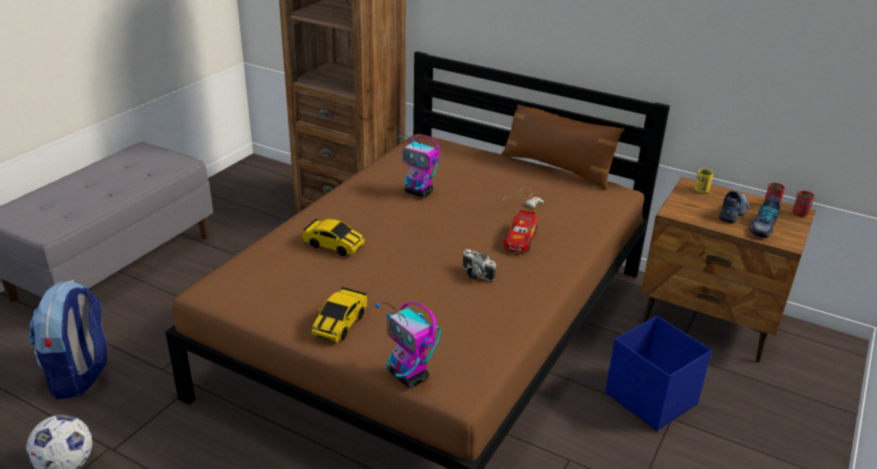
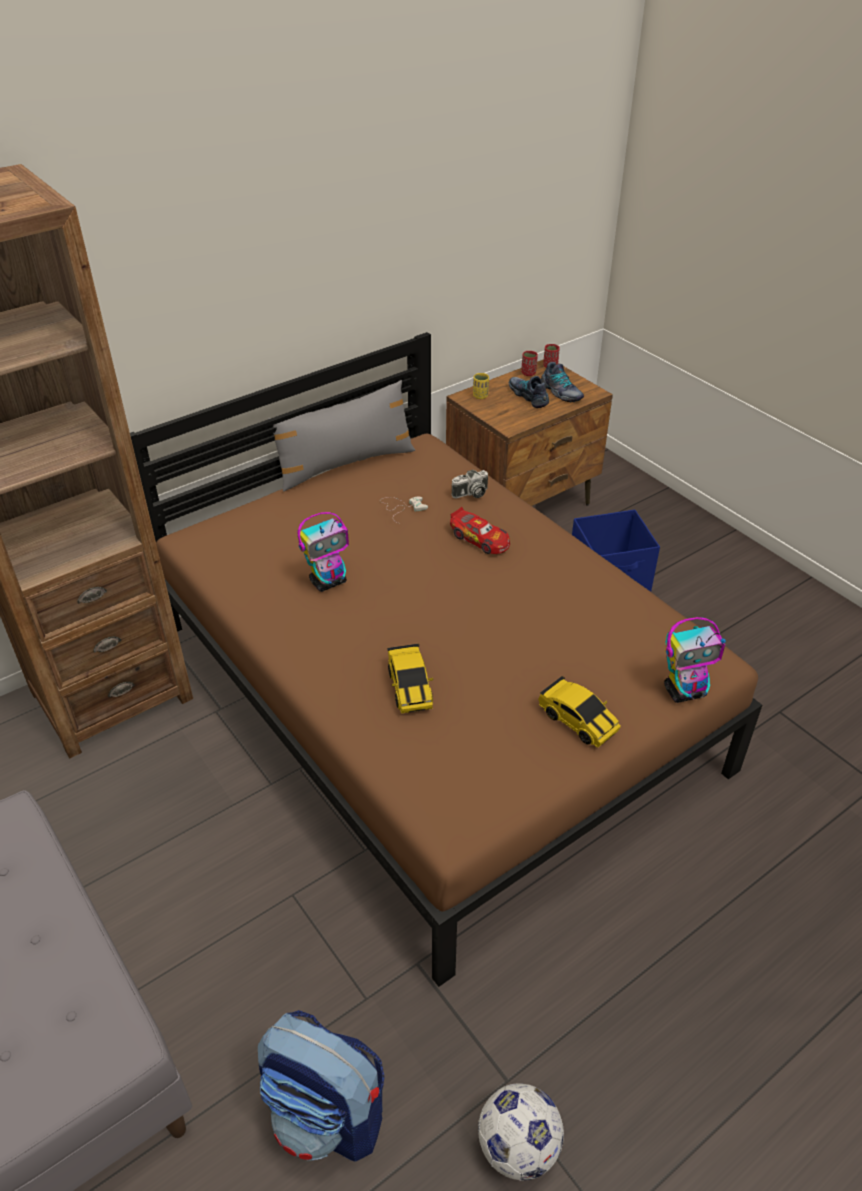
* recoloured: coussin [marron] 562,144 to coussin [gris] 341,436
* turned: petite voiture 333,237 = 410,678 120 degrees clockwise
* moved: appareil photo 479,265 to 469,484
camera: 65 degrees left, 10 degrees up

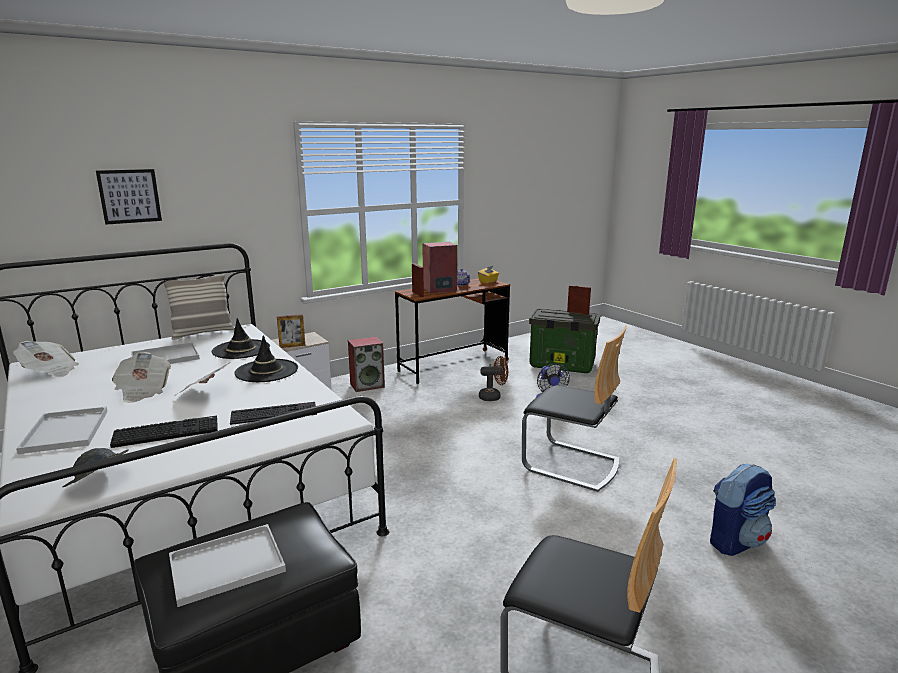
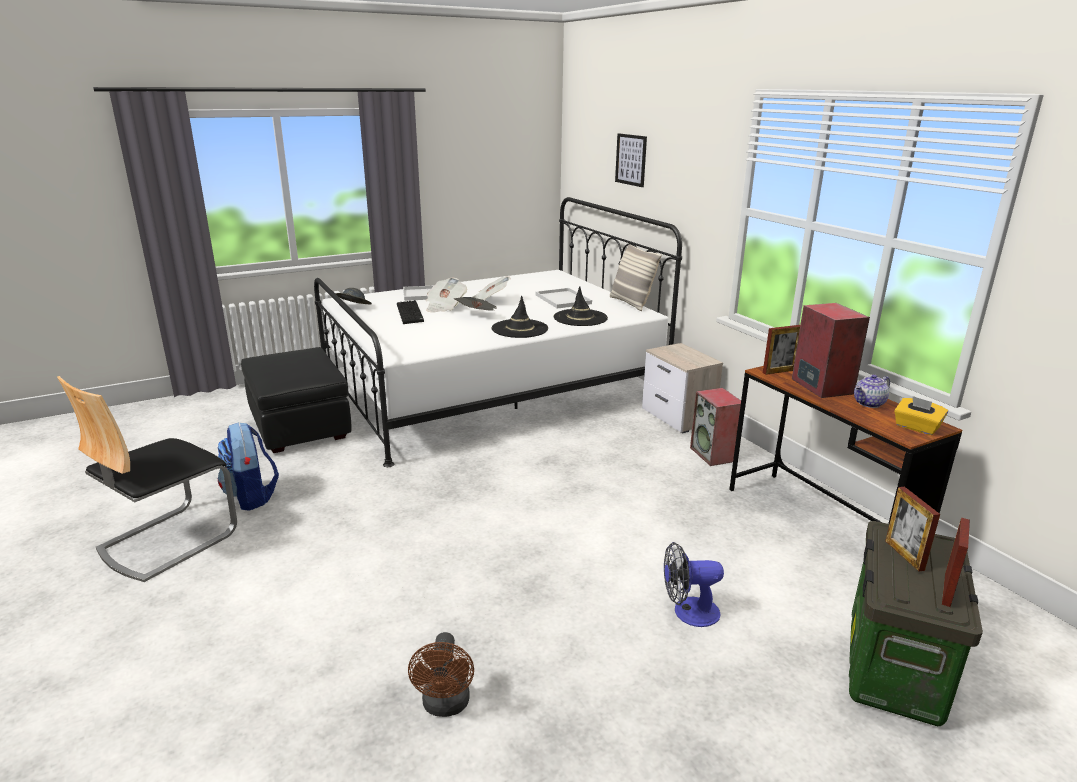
* moved: sac à dos 743,510 to 248,466
* moved: ventilateur [marron] 493,378 to 441,674
* moved: journal 46,359 to 446,295
* moved: cadre photo 291,331 to 912,528
* removed: plateau [blanc] 227,565
* removed: clavier 273,413
* removed: chaise 574,408
camera: 95 degrees right, 5 degrees up

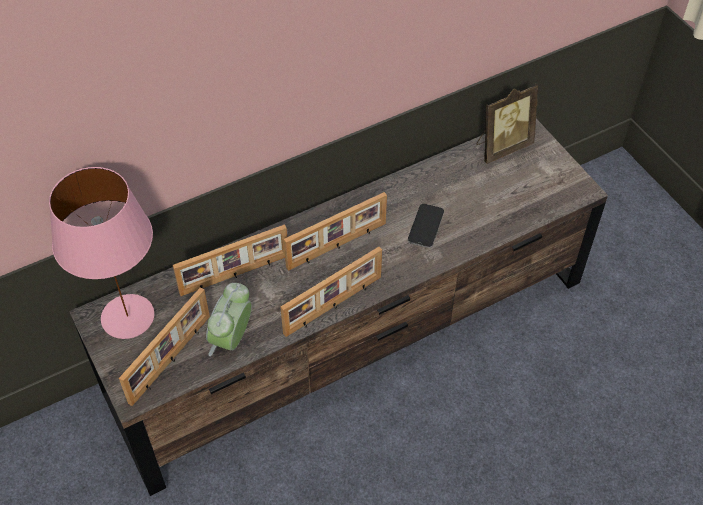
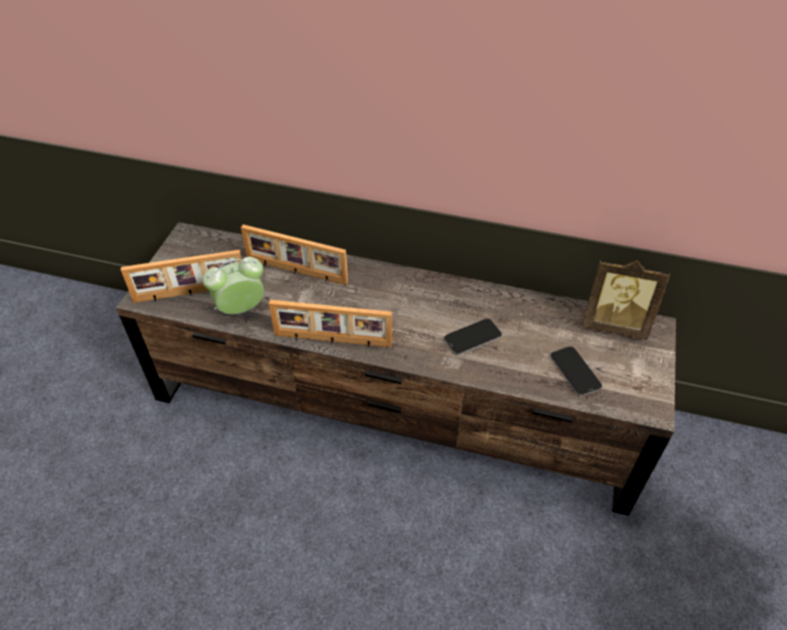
* added: téléphone 576,371
* removed: lampe de table [rose] 101,253
* removed: cadre photo 335,231
camera: 45 degrees right, 5 degrees down

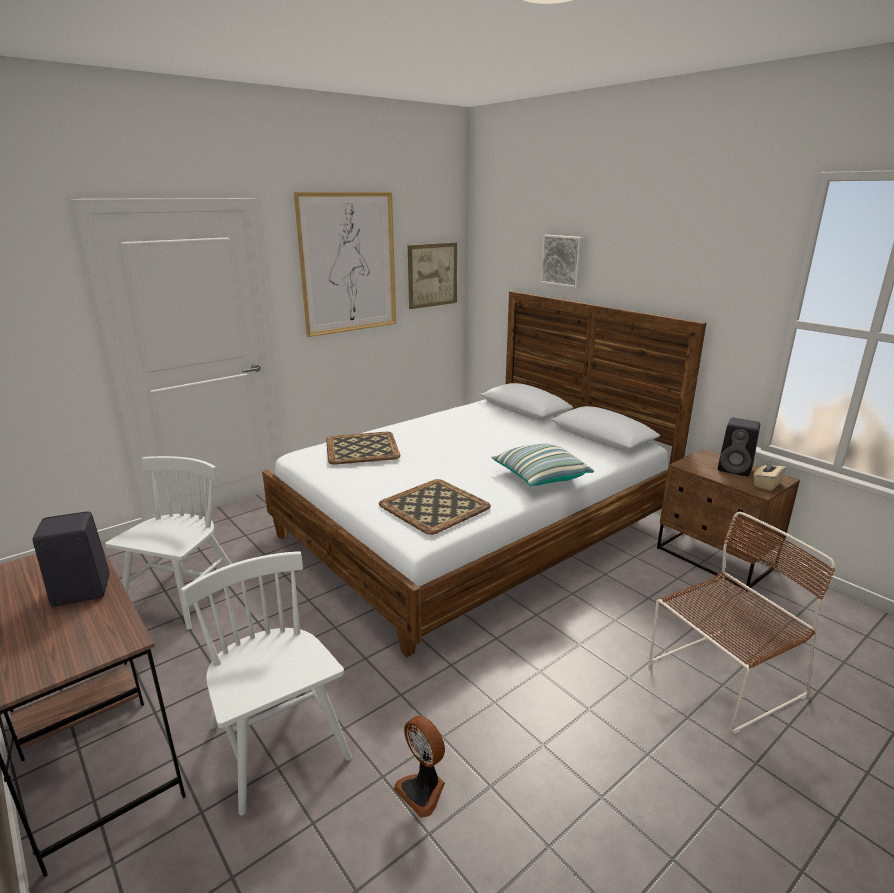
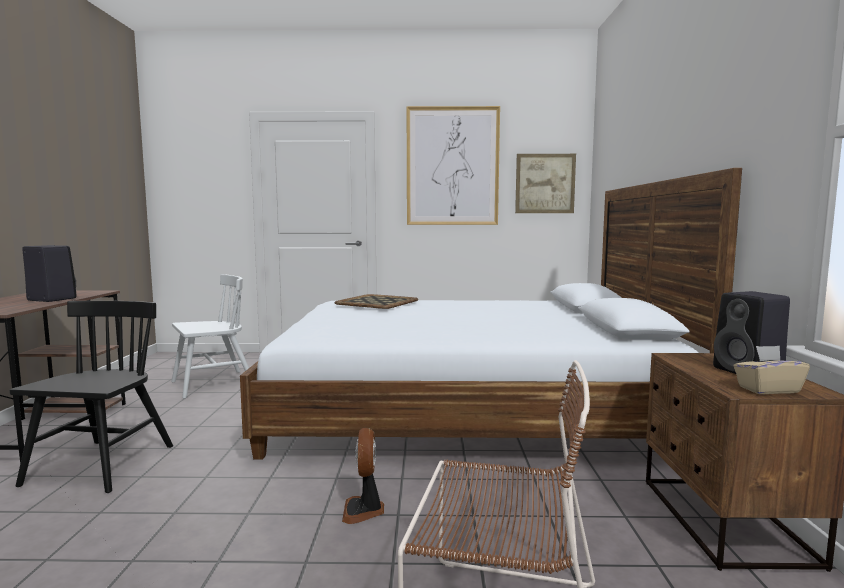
* recoloured: chaise [blanc] 266,683 to chaise [noir] 91,397
* moved: ventilateur 419,767 to 363,476
* removed: plateau 435,507
* removed: coussin 542,464
* removed: tableau 562,261
camera: 40 degrees right, 15 degrees down

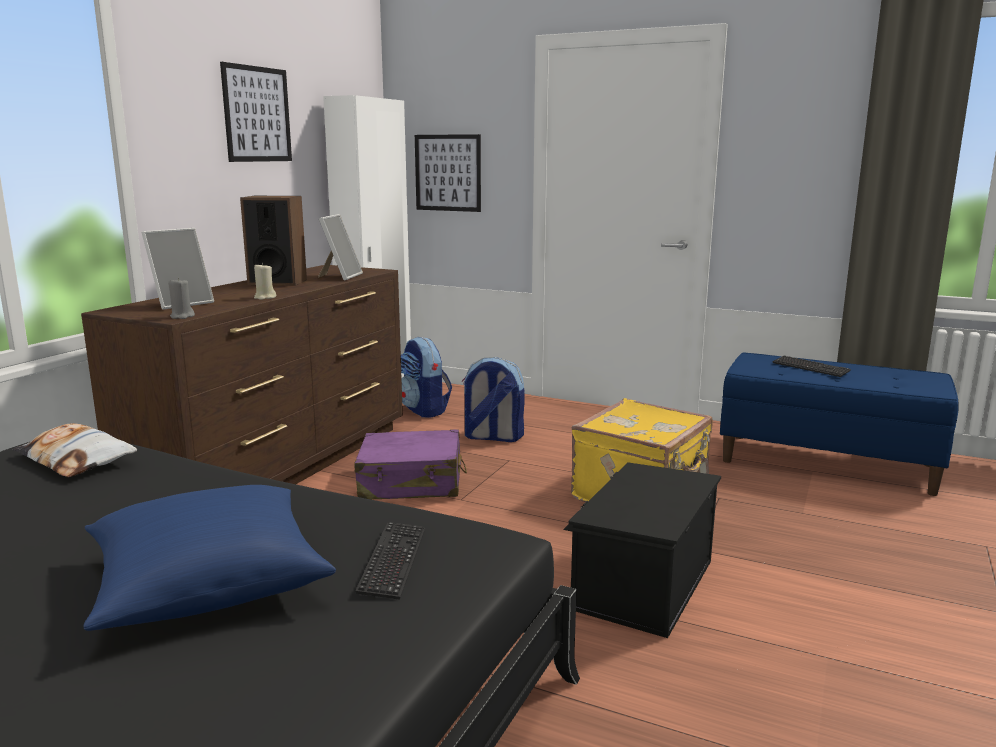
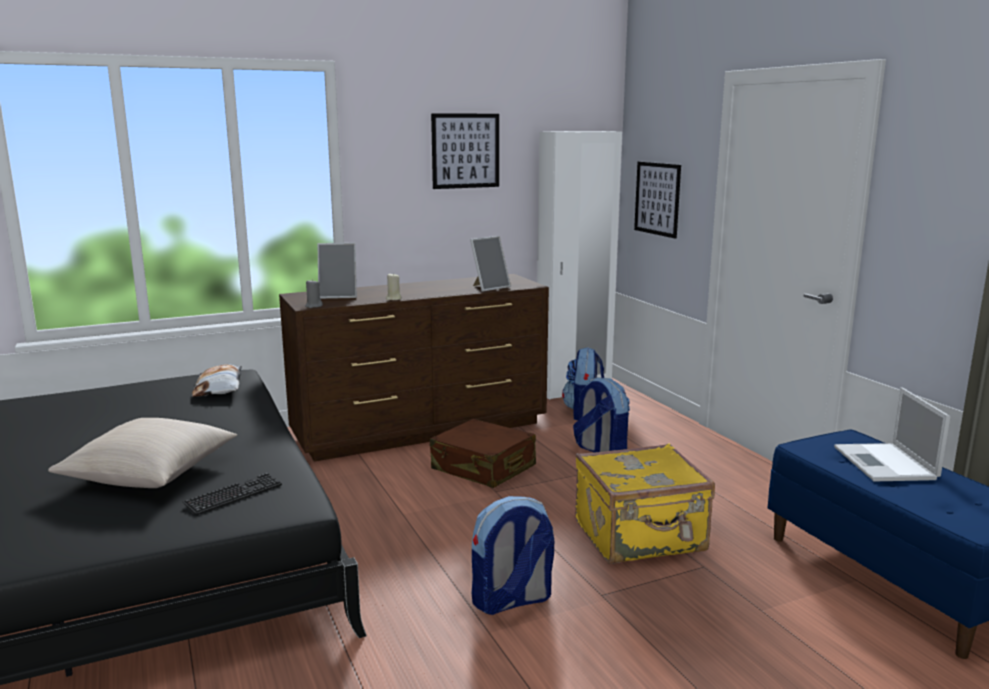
* recoloured: coussin [bleu] 209,558 to coussin [beige] 142,453
* recoloured: valise [violet] 411,464 to valise [marron] 483,453
* replaced: boîte de rangement [noir] 642,550 to sac à dos 513,555
* replaced: clavier 811,366 to ordinateur portable 892,434
* removed: enceinte 273,241
camera: 40 degrees right, 0 degrees up

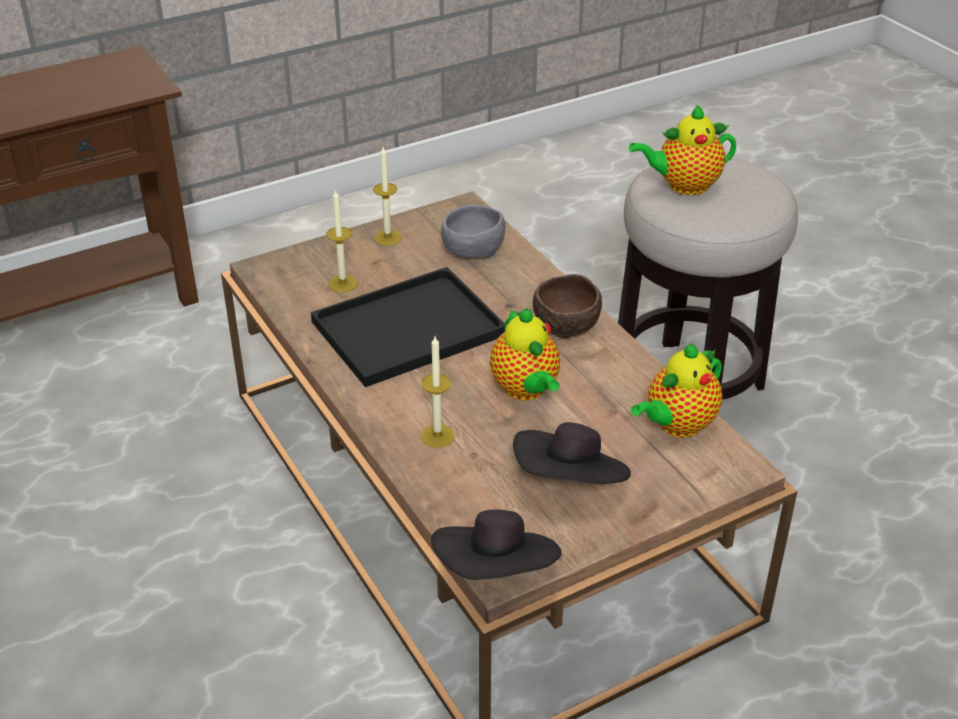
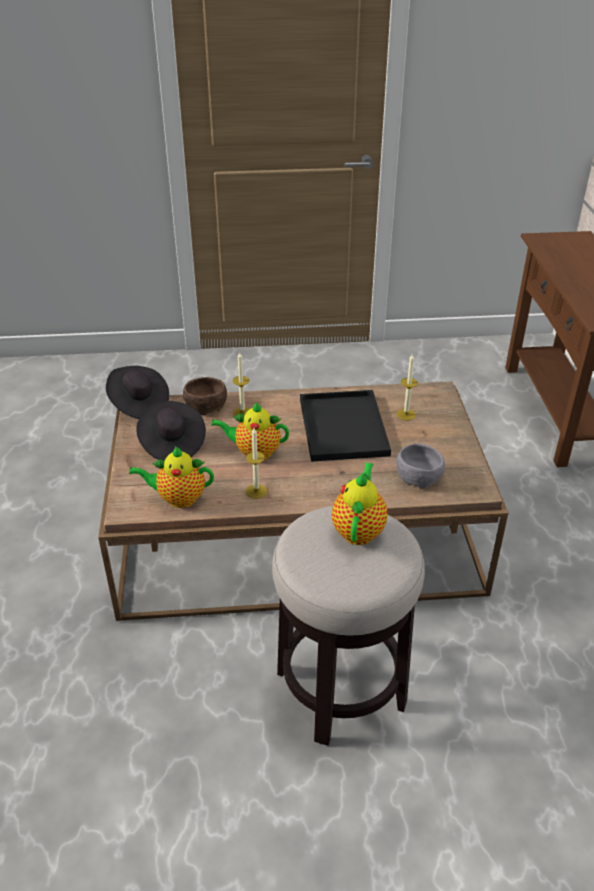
* turned: théière 677,390 = 171,477 75 degrees counterclockwise
* moved: bol [marron] 567,306 to 205,396
* moved: bougie 387,196 to 256,463
camera: 115 degrees right, 0 degrees up

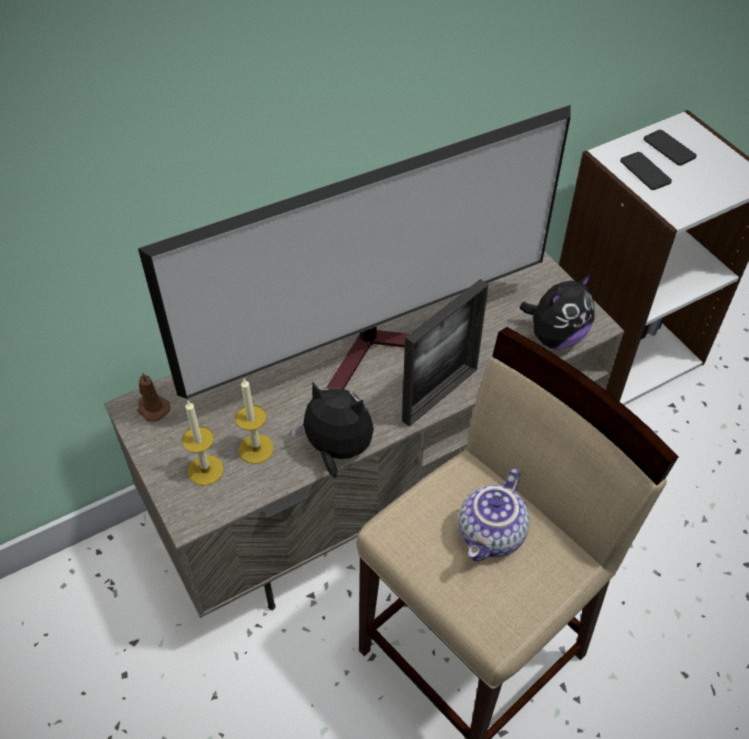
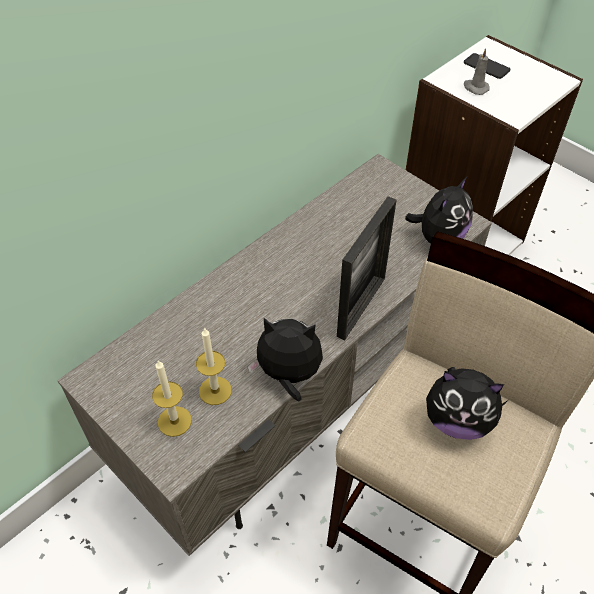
* replaced: théière 494,515 to peluche 467,403
* replaced: téléphone 646,171 to bougie [gris] 477,71
* removed: bougie [marron] 153,396
* removed: téléviseur 354,252
camera: 15 degrees left, 0 degrees up

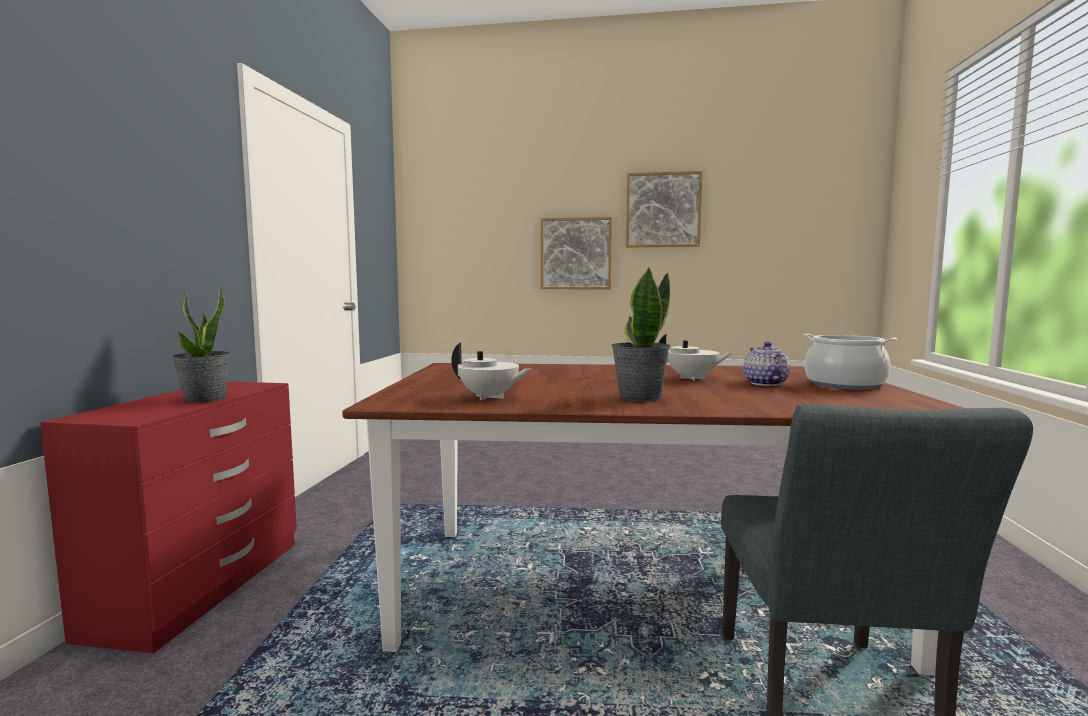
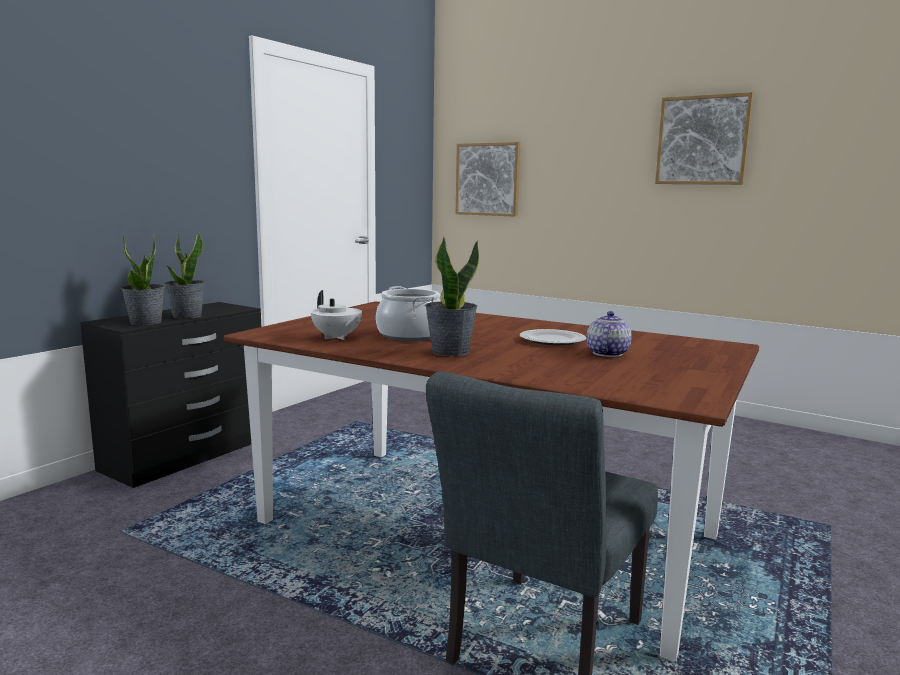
* recoloured: commode [rouge] 168,517 to commode [noir] 170,395
* added: plante en pot 143,279
* moved: marmite 850,362 to 408,313
* moved: tableau 576,253 to 488,179
* replaced: théière [blanc] 696,357 to assiette 553,337
camera: 25 degrees right, 5 degrees up

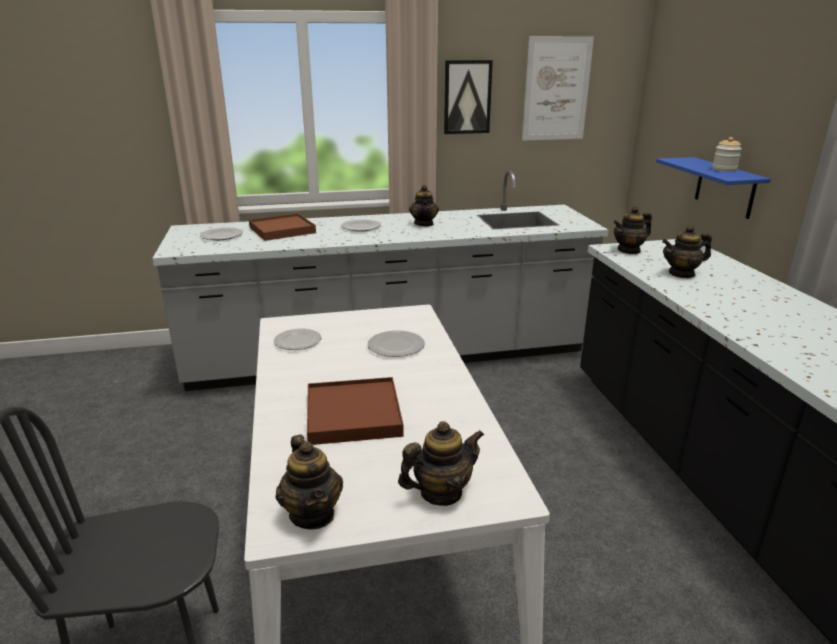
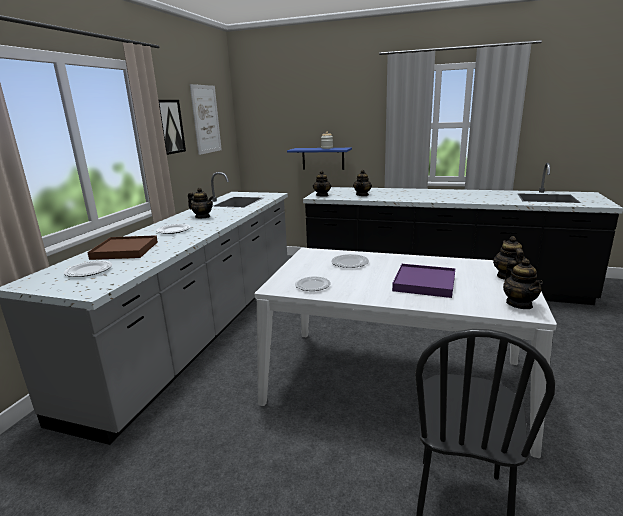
* recoloured: plateau [marron] 355,411 to plateau [violet] 423,281
* turned: théière 309,482 = 523,283 75 degrees clockwise
camera: 60 degrees left, 5 degrees down

